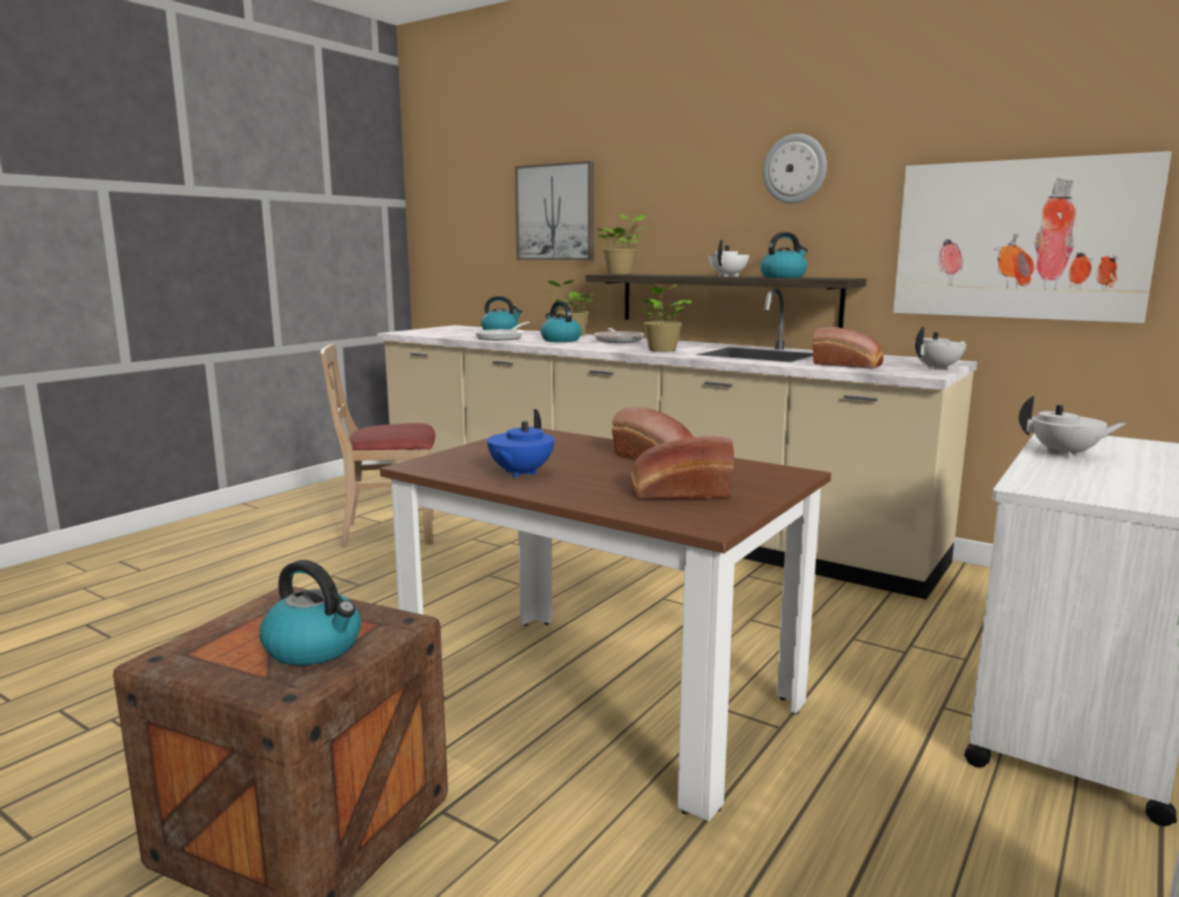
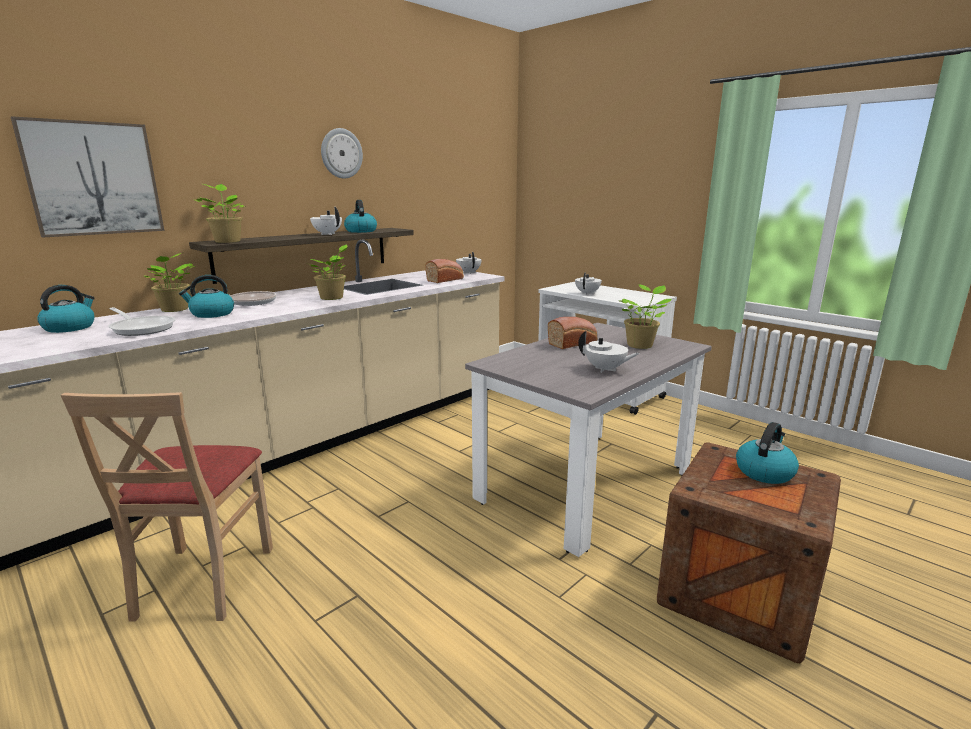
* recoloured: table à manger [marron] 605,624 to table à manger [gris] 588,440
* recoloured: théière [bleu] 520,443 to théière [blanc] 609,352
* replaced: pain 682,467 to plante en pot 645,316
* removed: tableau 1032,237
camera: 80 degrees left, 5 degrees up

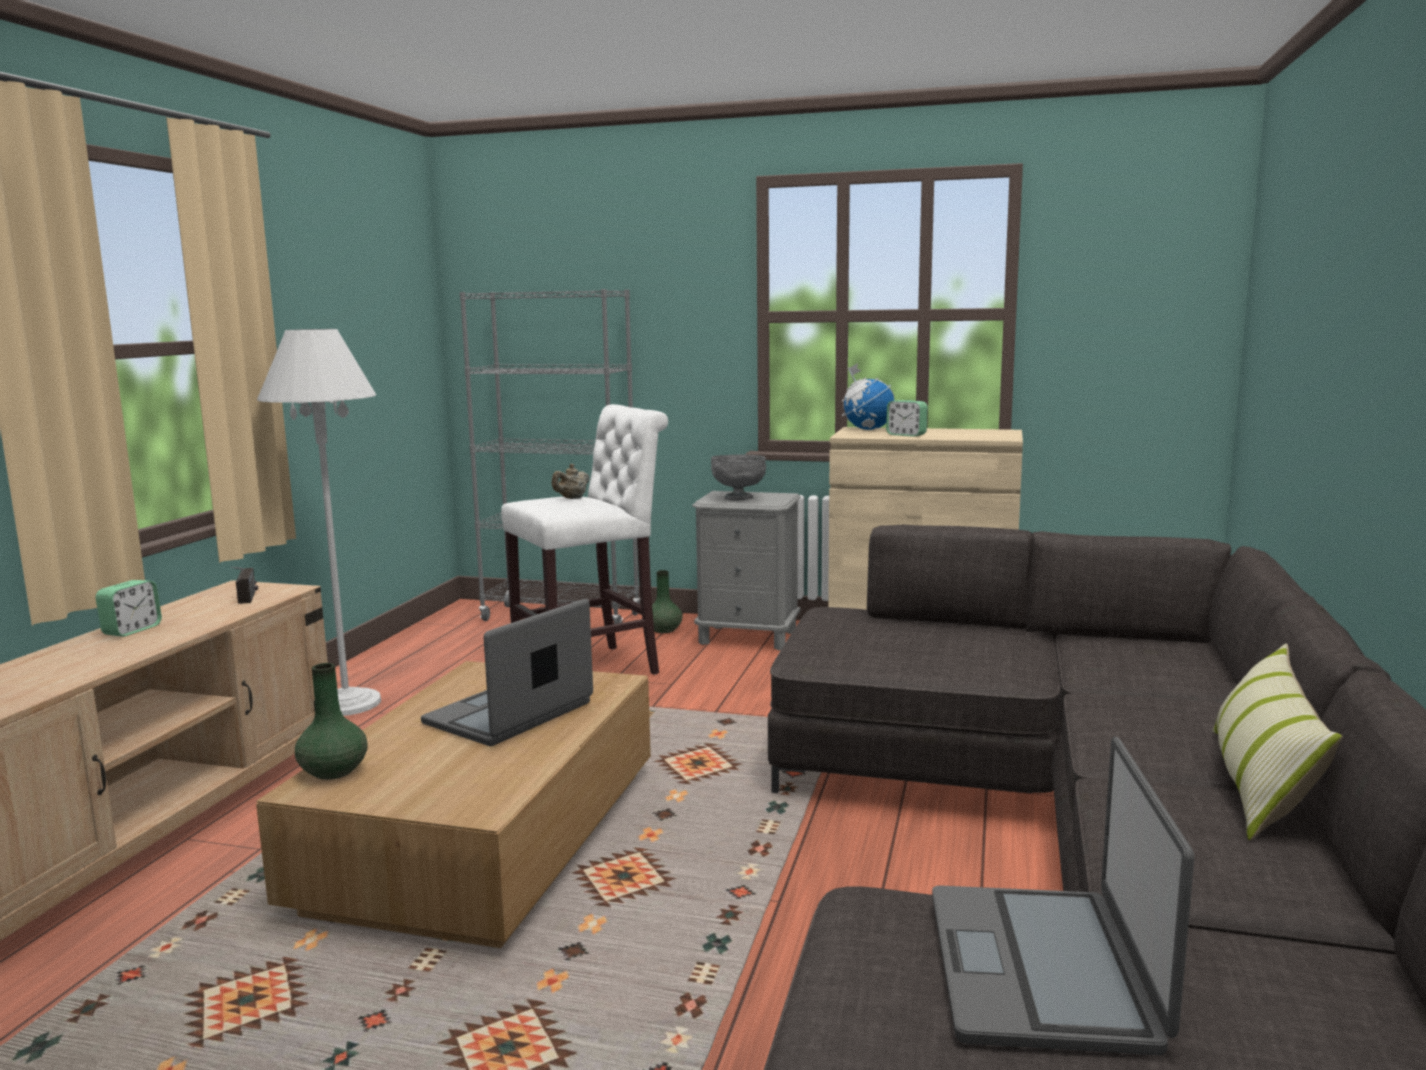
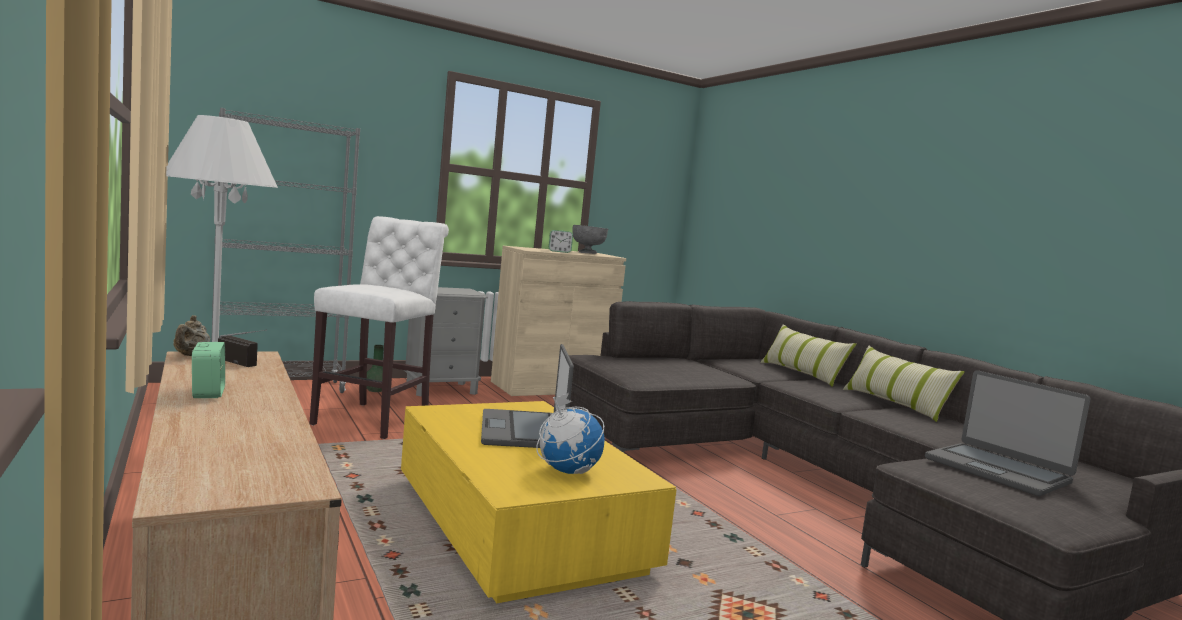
* moved: théière [beige] 570,481 to 191,335
* recoloured: table basse [marron] 453,804 to table basse [jaune] 539,502
* moved: globe 868,396 to 570,433
* moved: bol [gris] 738,477 to 590,239
* added: coussin 808,355
* removed: vase [vert] 331,721
camera: 45 degrees left, 5 degrees down

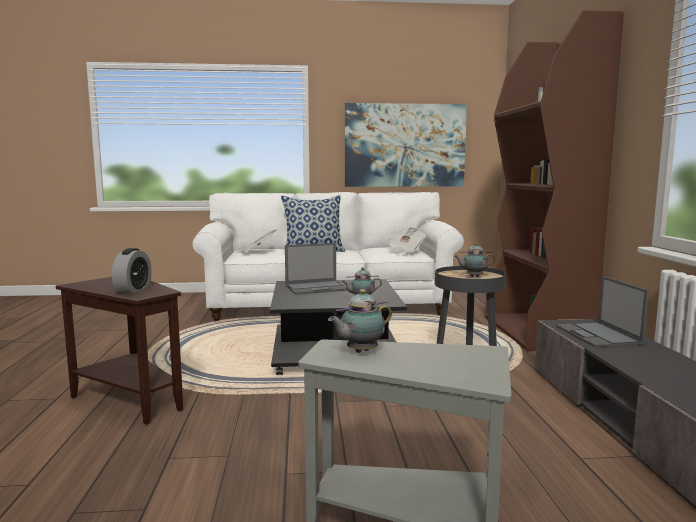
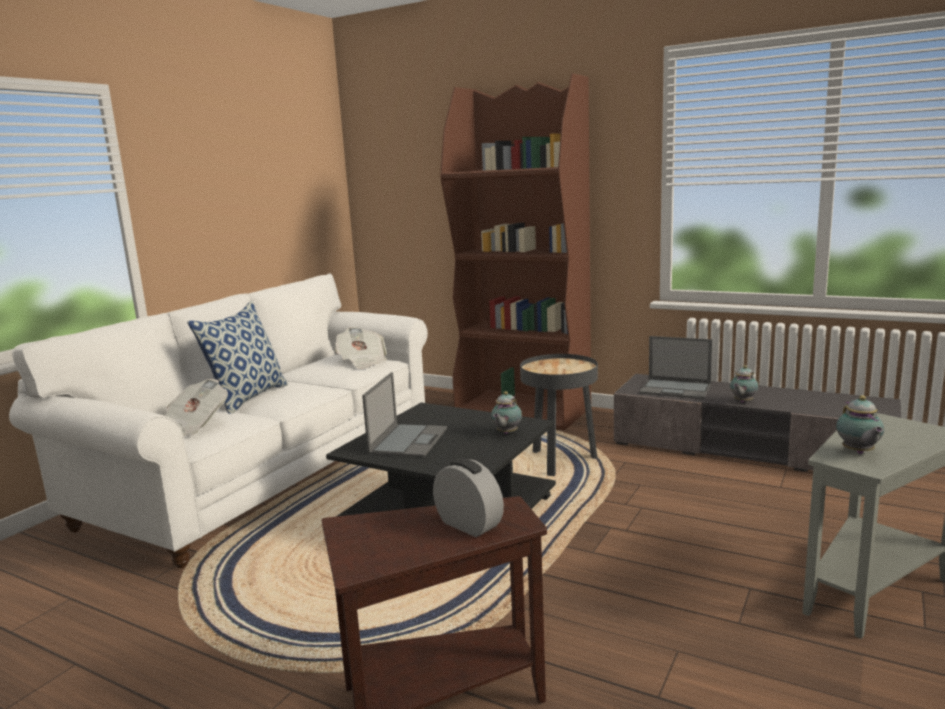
* moved: théière 474,260 to 744,384
* removed: tableau 406,145
camera: 55 degrees left, 5 degrees up

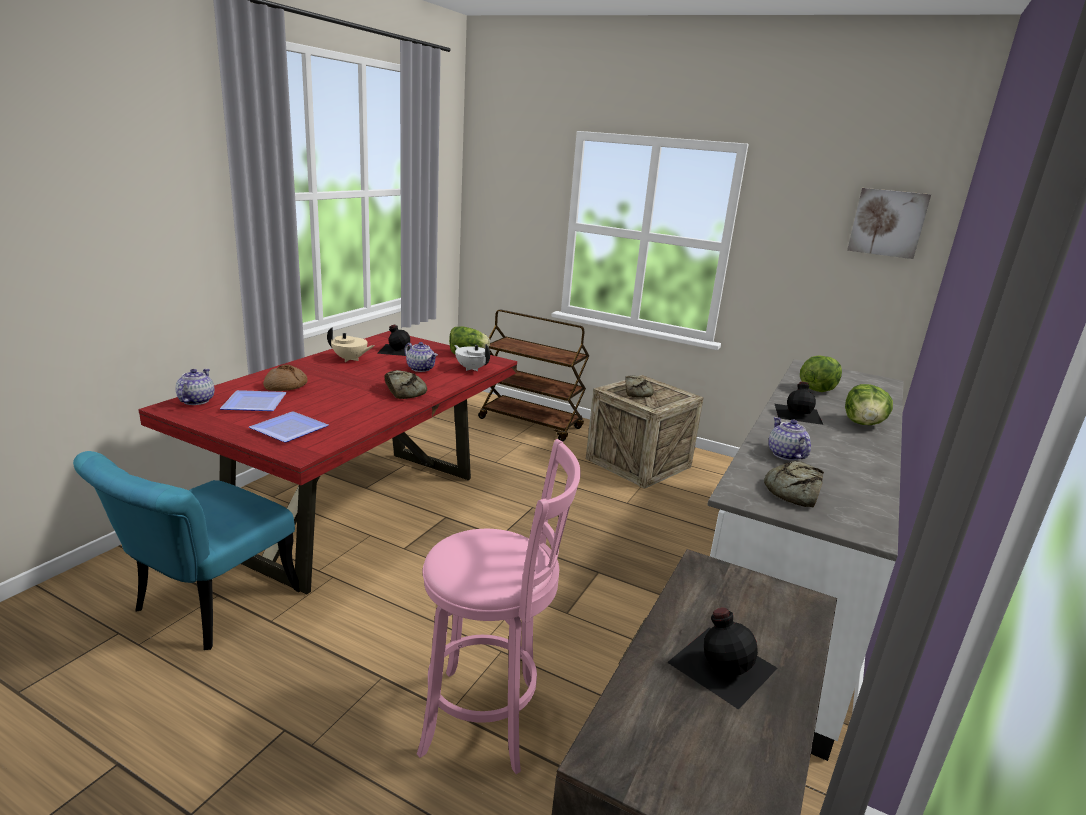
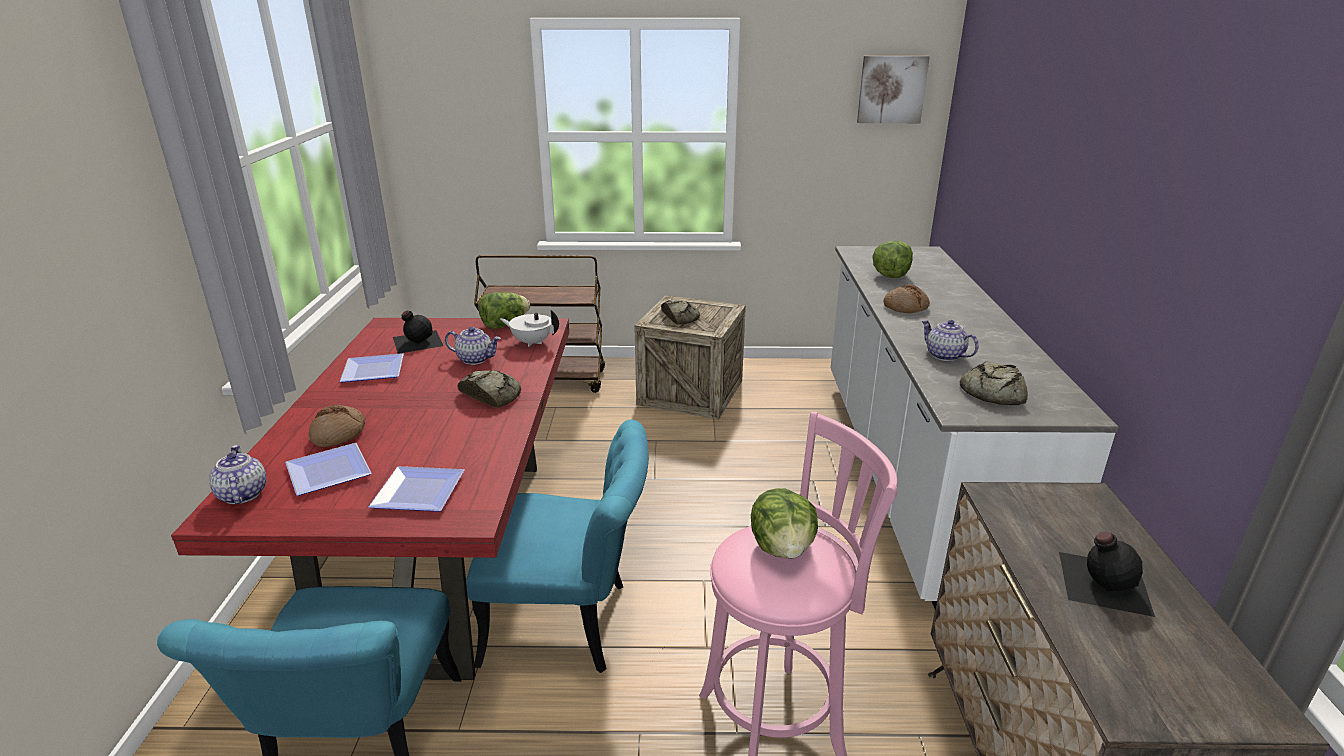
* replaced: théière [beige] 350,344 to assiette 372,368
* added: chaise [turquoise] 557,546
* moved: laitue 869,404 to 784,523
* replaced: bouteille [noir] 799,403 to pain 907,298
camera: 25 degrees left, 5 degrees up

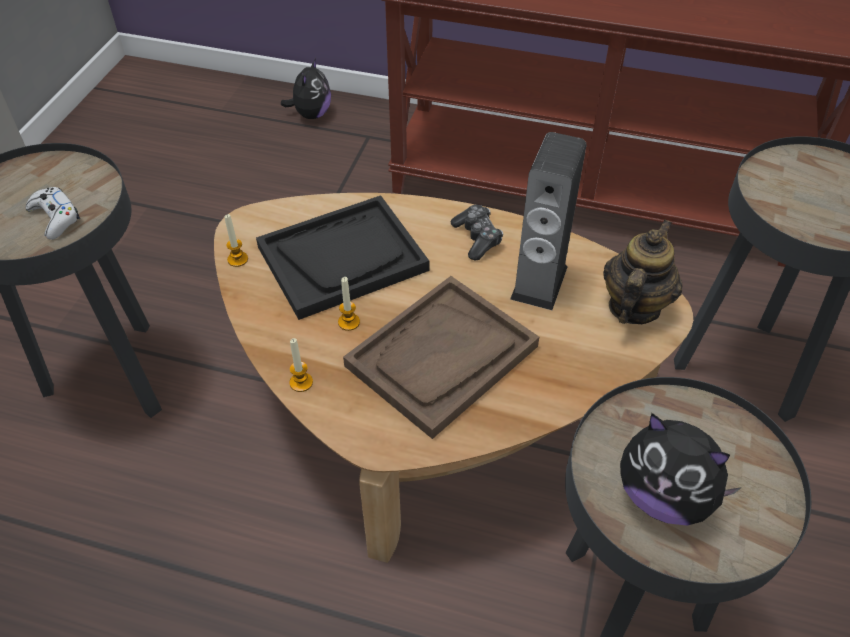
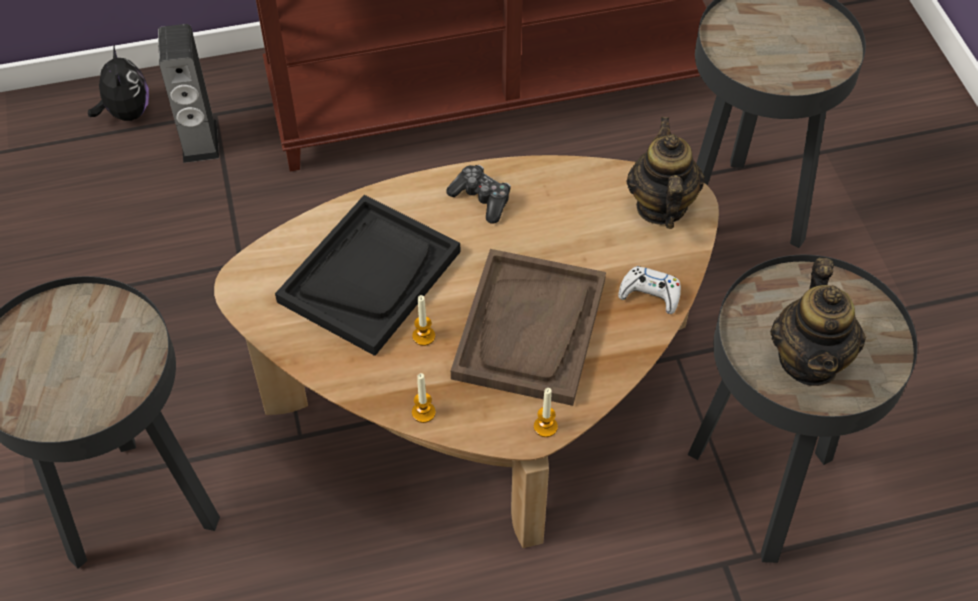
* moved: enceinte 548,221 to 188,93
* moved: bougie 236,240 to 546,412
* moved: manette [blanc] 53,213 to 649,290
* replaced: peluche 681,469 to théière 818,322
camera: 30 degrees left, 5 degrees up

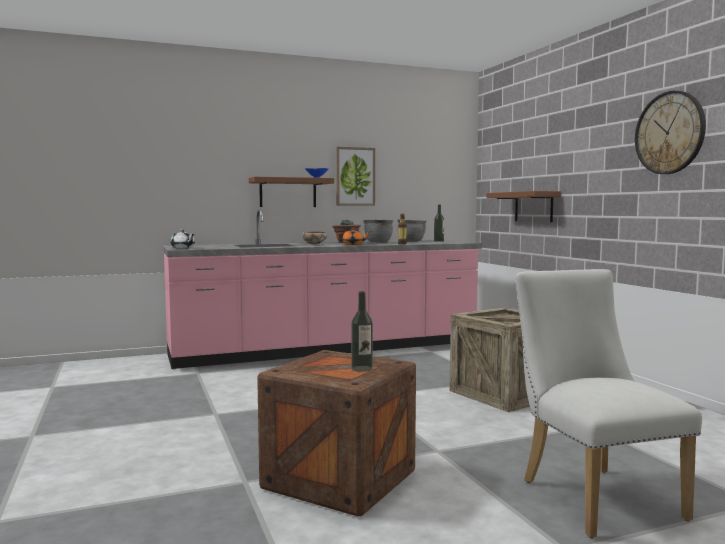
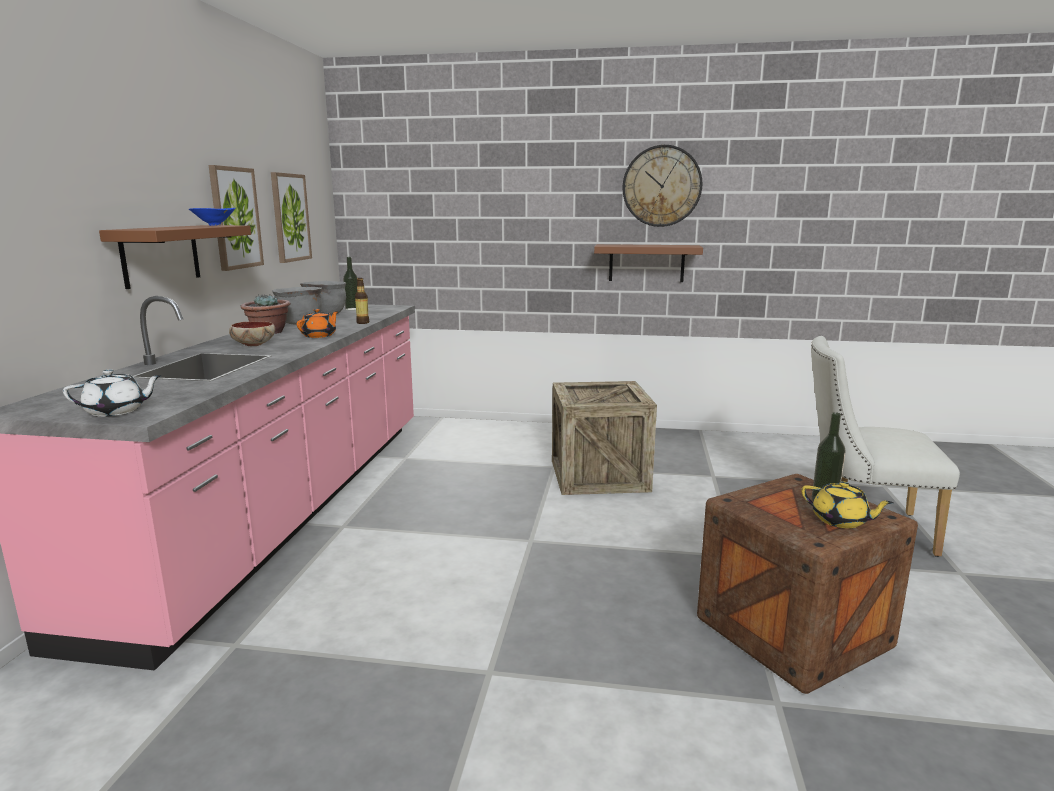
* added: tableau 291,217
* moved: étagère [marron] 523,206 to 648,263
* added: théière [jaune] 847,504
camera: 60 degrees left, 10 degrees up

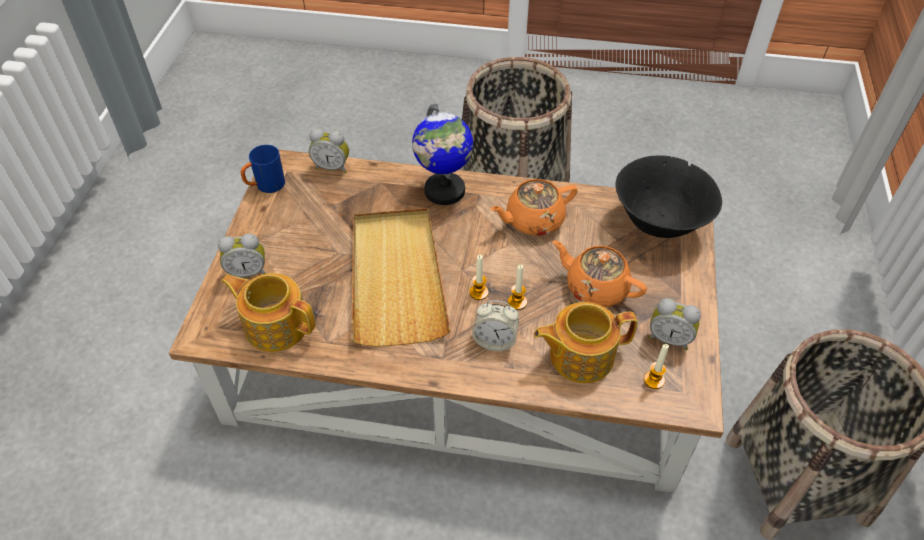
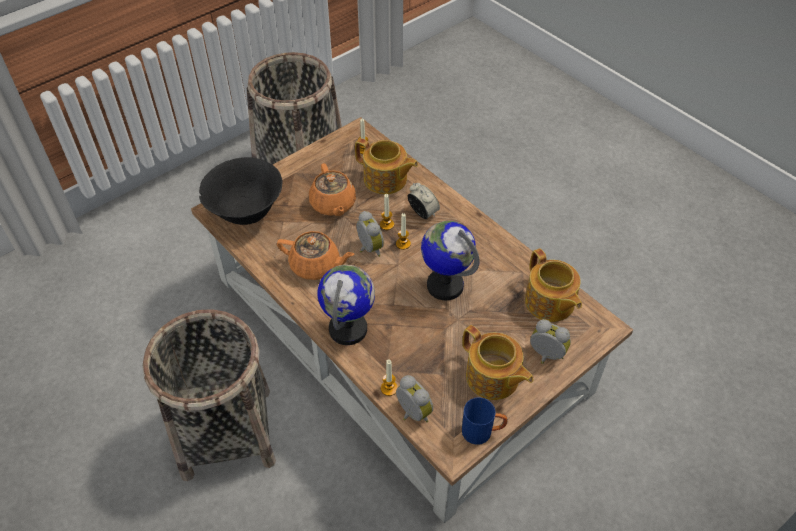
* moved: réveil 675,324 to 370,234
* added: bougie 389,377
* replaced: plateau [beige] 401,277 to globe 450,260
* added: théière 497,362
camera: 140 degrees left, 0 degrees up

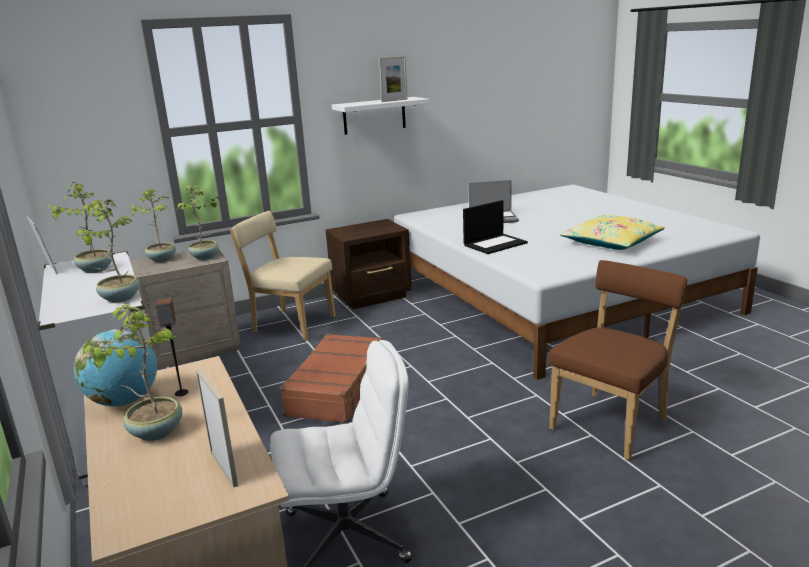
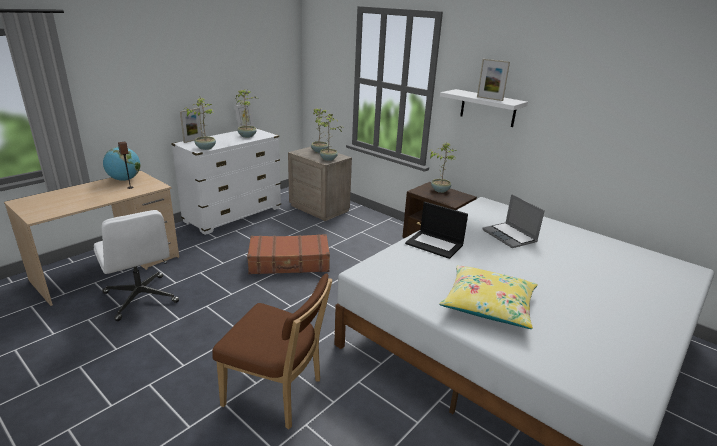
* moved: cadre photo 217,428 to 191,125
* moved: plante en pot 132,372 to 443,167
* removed: chaise [beige] 283,276
camera: 65 degrees right, 5 degrees up

